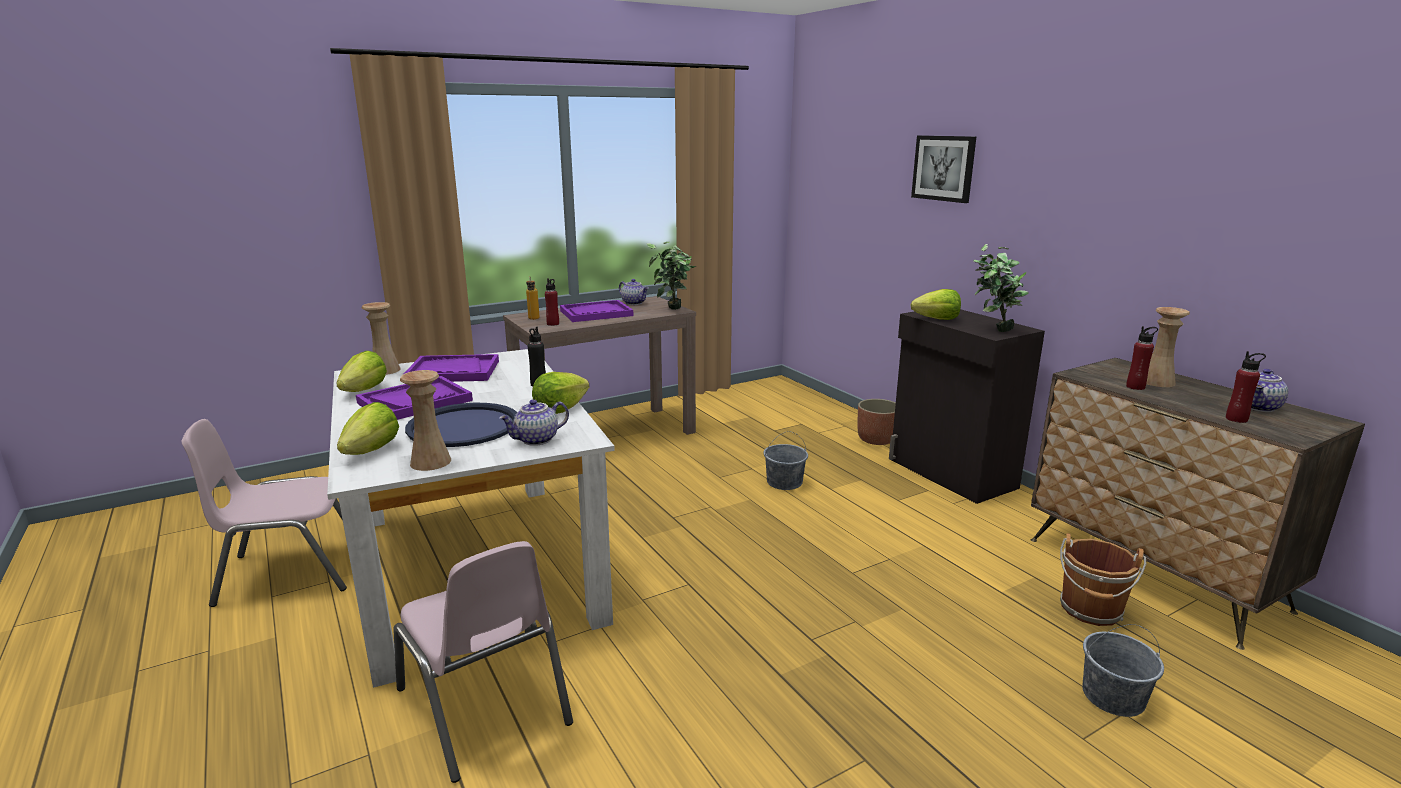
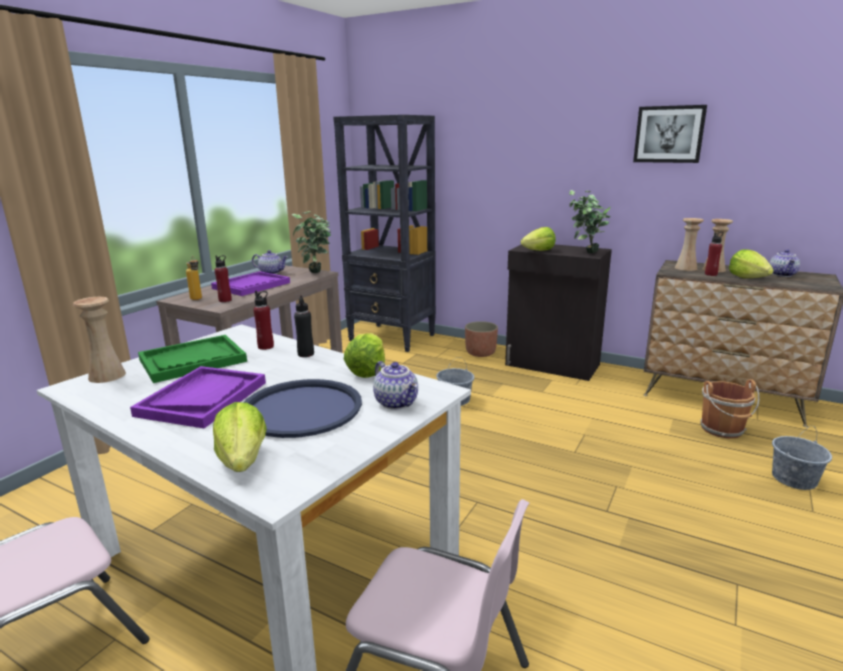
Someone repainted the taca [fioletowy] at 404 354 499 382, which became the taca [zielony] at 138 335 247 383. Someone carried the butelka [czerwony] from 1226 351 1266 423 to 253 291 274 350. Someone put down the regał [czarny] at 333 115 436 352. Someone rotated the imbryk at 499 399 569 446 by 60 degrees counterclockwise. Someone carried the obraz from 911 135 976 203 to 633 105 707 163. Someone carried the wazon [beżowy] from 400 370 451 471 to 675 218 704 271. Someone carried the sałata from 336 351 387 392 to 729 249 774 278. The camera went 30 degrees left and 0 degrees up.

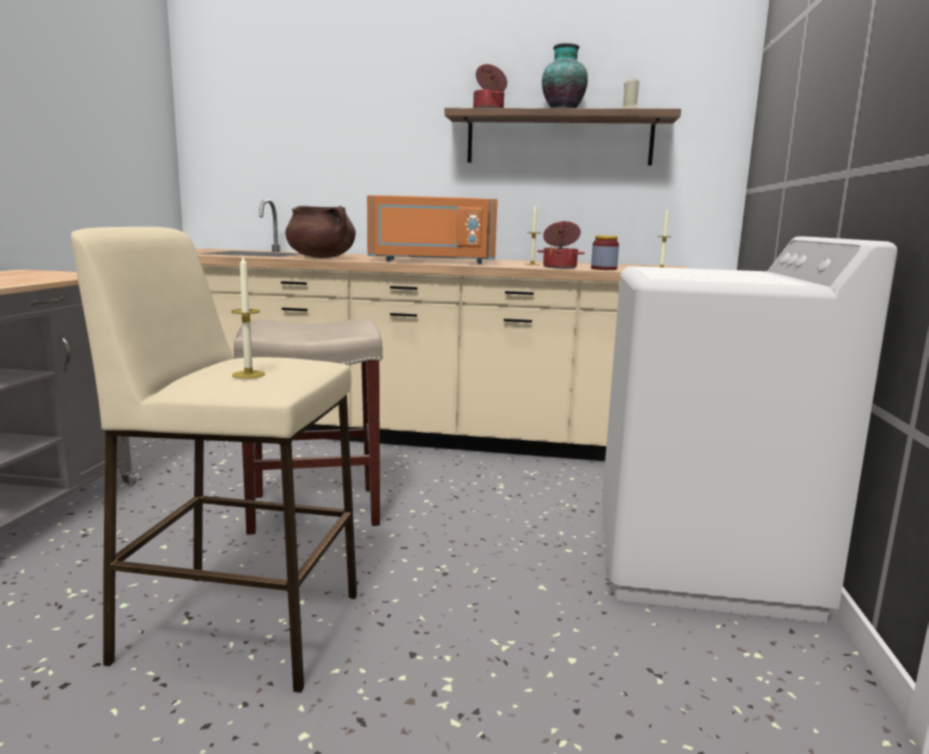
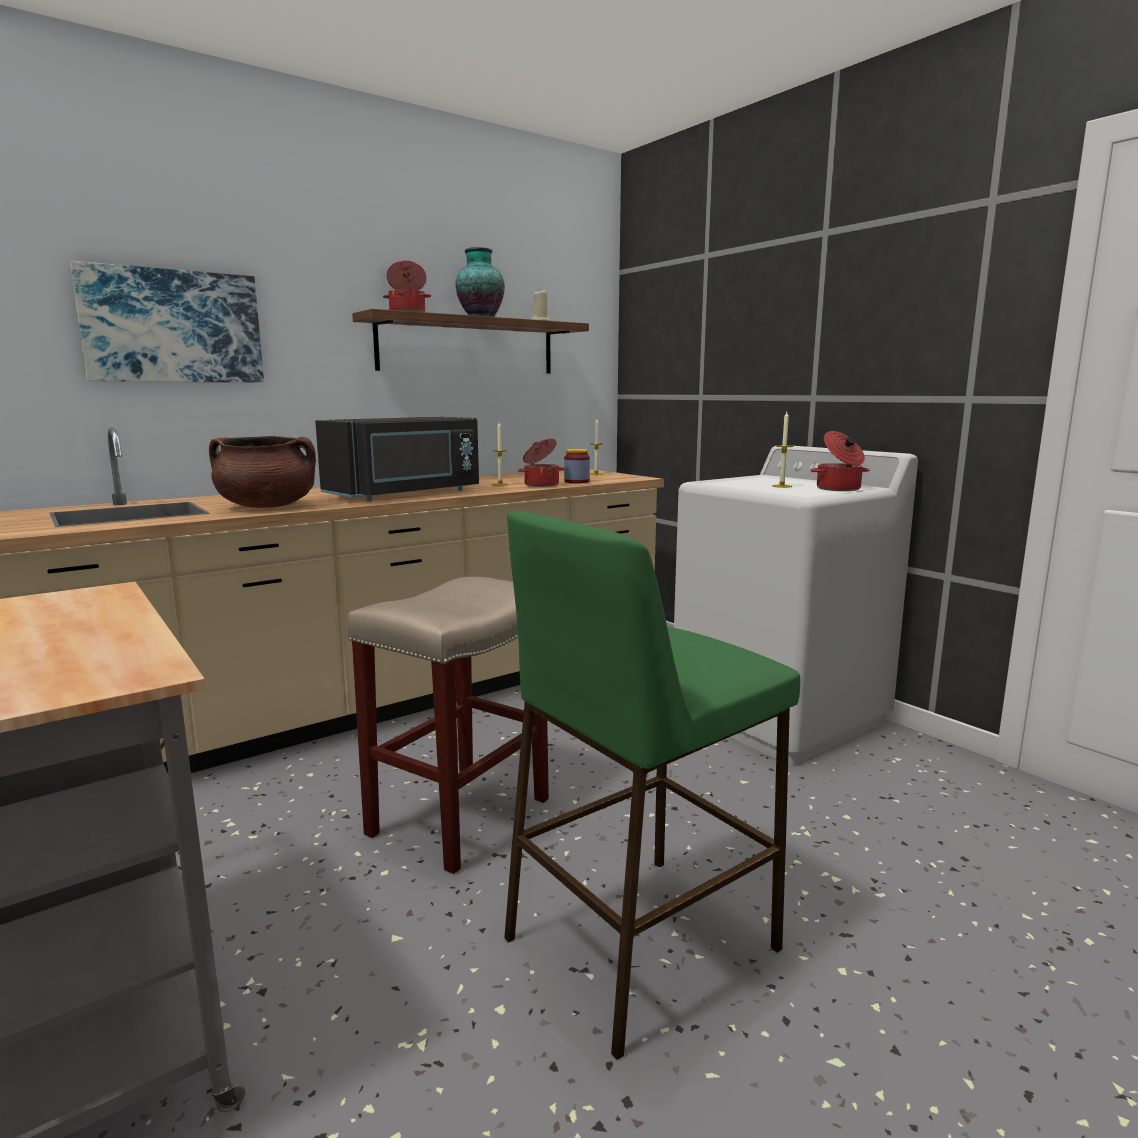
Someone put up the obraz at 70 261 264 383. Someone repainted the mikrofalówka [pomarańczowy] at 367 195 497 264, which became the mikrofalówka [czarny] at 315 417 479 501. Someone repainted the stołek [beżowy] at 71 227 357 693, which became the stołek [zielony] at 504 511 800 1060. Someone carried the świeca from 231 257 265 379 to 772 412 793 488. Someone put down the garnek at 811 431 870 491. The camera went 45 degrees left and 0 degrees up.

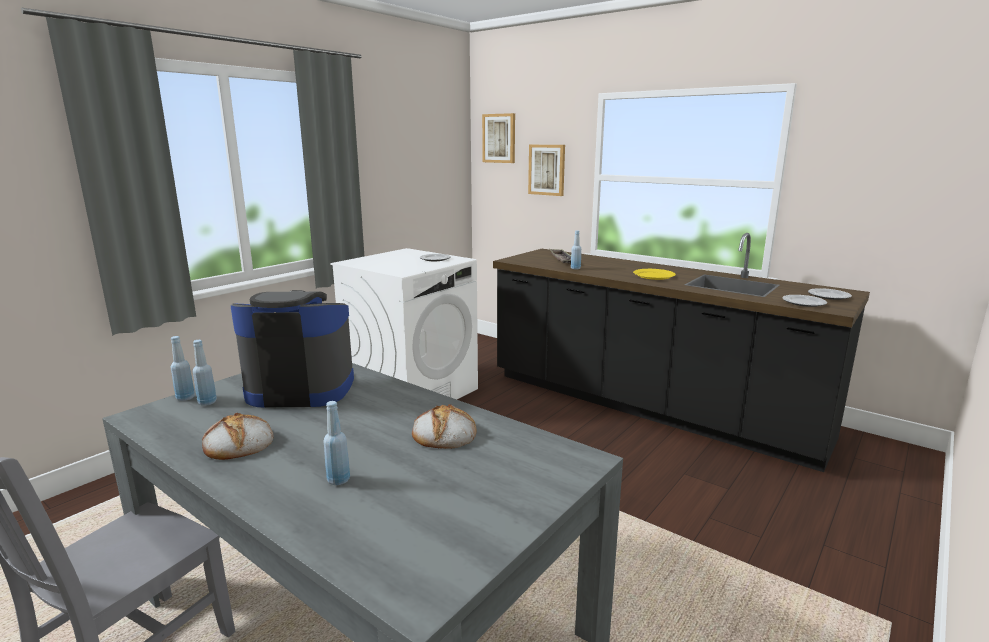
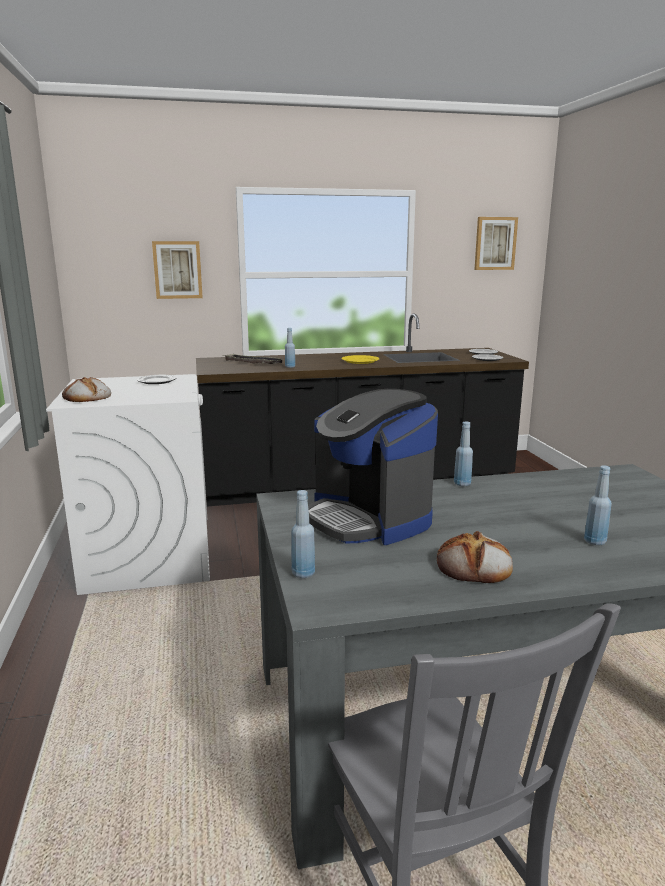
Someone carried the chleb from 412 404 477 449 to 62 377 111 402. Someone rotated the ekspres do kawy at 230 290 354 407 by 75 degrees counterclockwise. Someone carried the butelka [niebieski] from 193 340 217 406 to 454 421 473 486. Someone carried the obraz from 482 113 515 163 to 474 217 518 270. The camera went 50 degrees left and 0 degrees up.

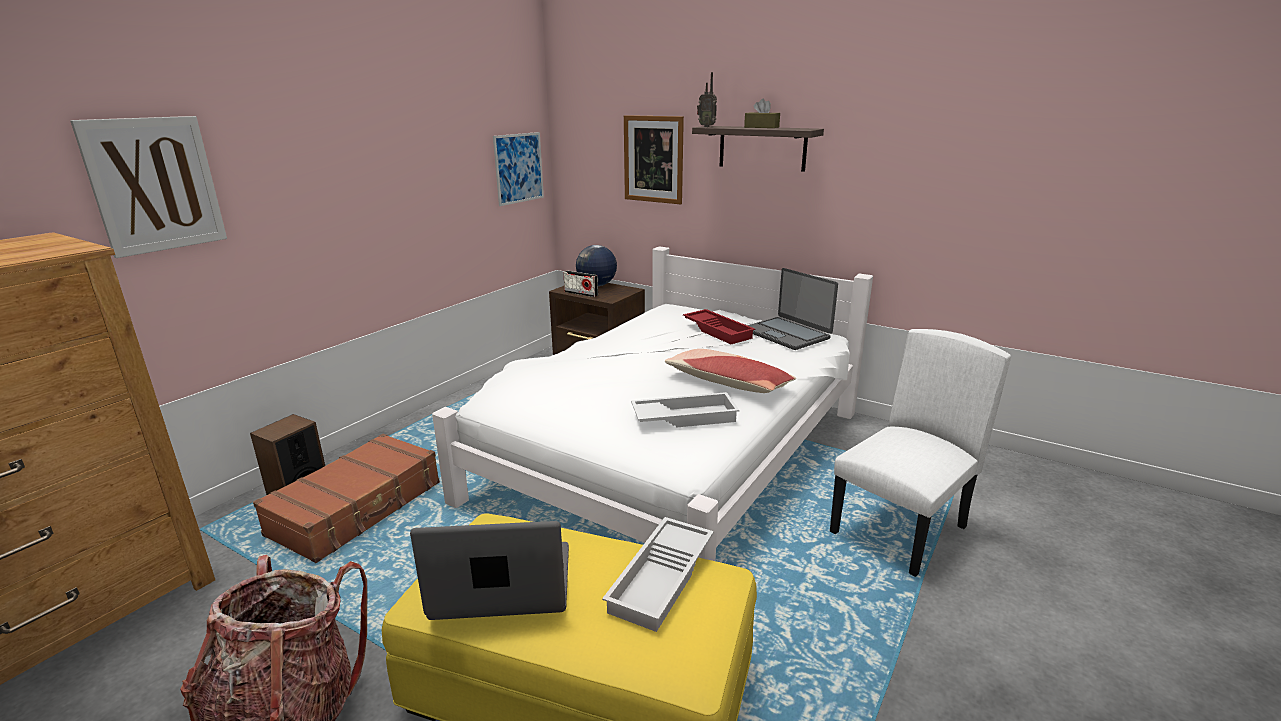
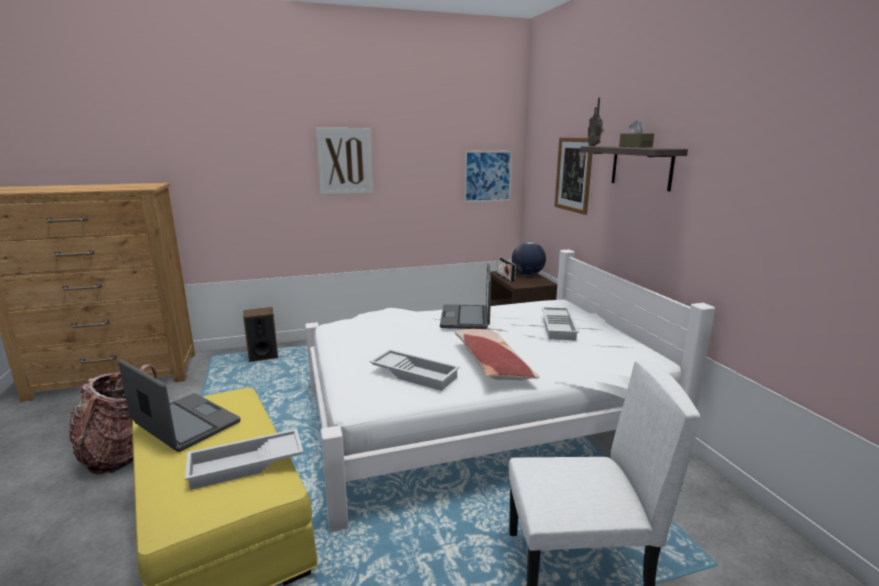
Someone carried the obraz from 70 116 227 258 to 316 128 373 195. Someone carried the laptop from 747 268 838 350 to 440 264 491 329. Someone repainted the taca [czerwony] at 683 309 755 344, which became the taca [biały] at 542 307 579 341. Someone took away the walizka [brązowy] at 253 434 440 563. The camera went 40 degrees right and 5 degrees down.

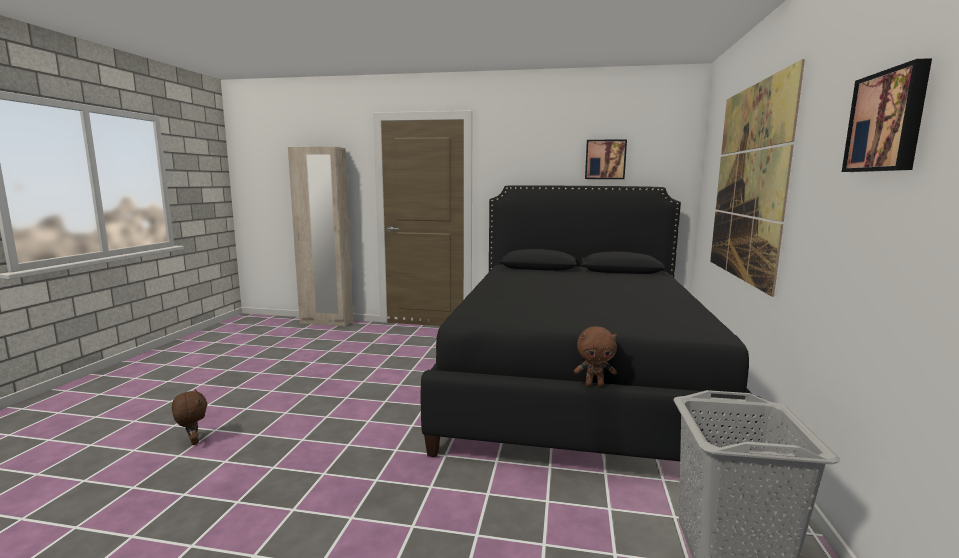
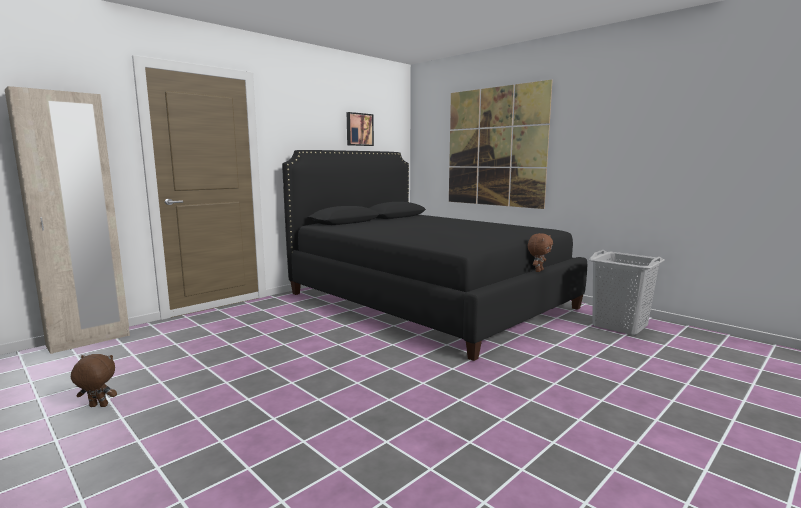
Someone carried the pluszak [brązowy] from 172 389 207 445 to 71 354 117 407. Someone took away the obraz at 842 58 932 172. The camera went 55 degrees left and 0 degrees up.

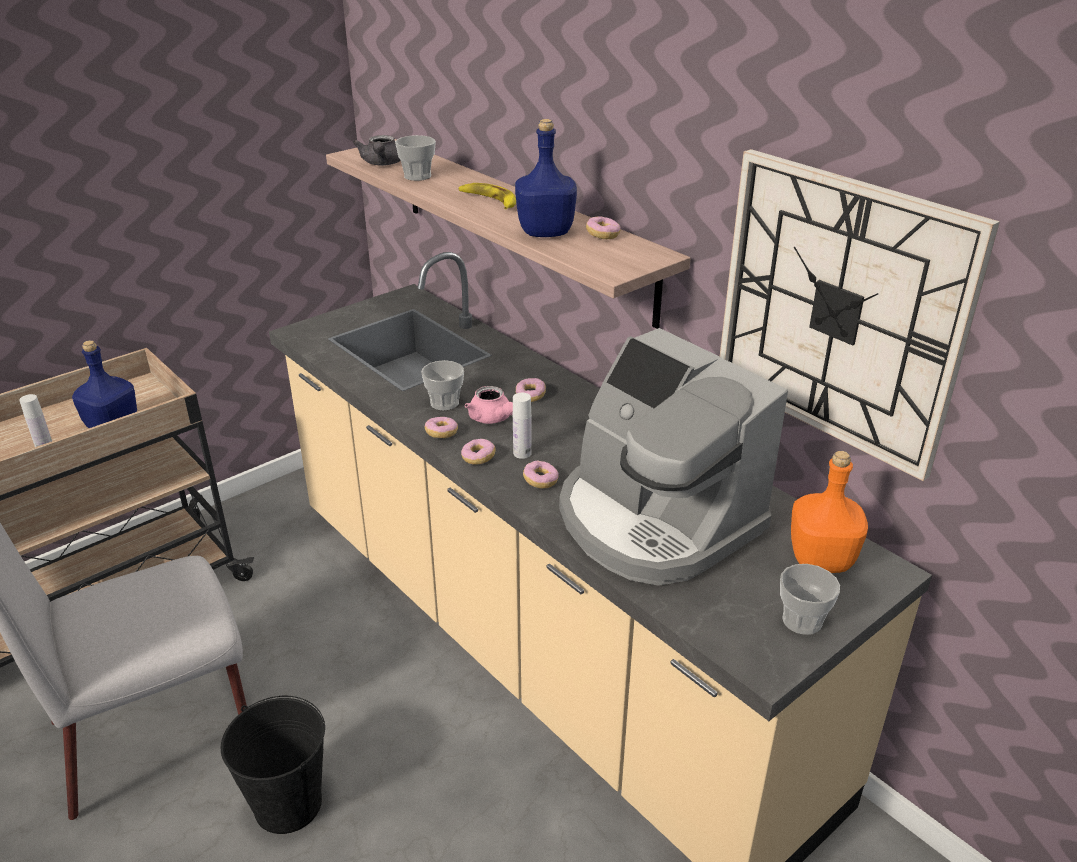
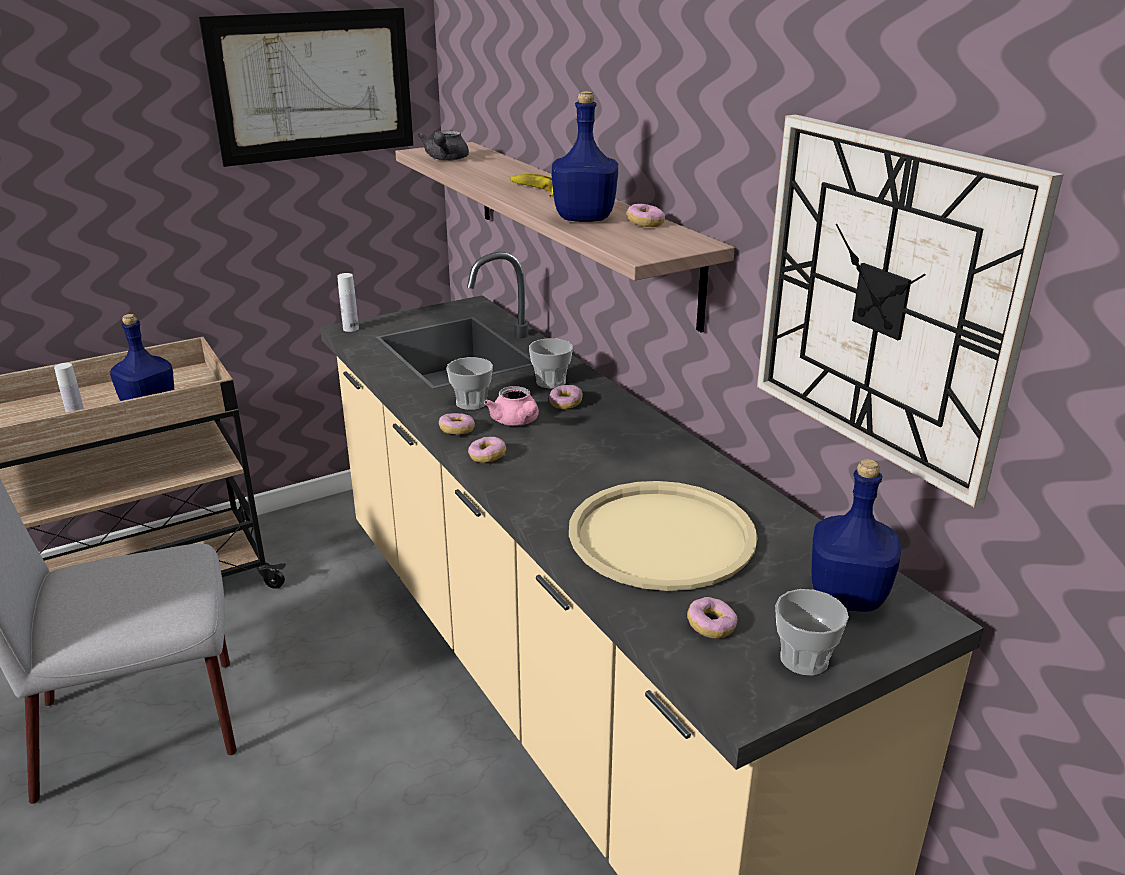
Someone put up the obraz at 199 8 413 167. Someone carried the butelka [biały] from 513 393 532 459 to 337 273 359 332. Someone carried the filiżanka from 395 135 436 181 to 529 338 573 389. Someone swapped the ekspres do kawy at 559 328 788 586 for the taca [beżowy] at 569 481 758 591. Someone carried the donut from 523 461 559 489 to 687 597 737 638. Someone repainted the butelka [pomarańczowy] at 791 451 868 573, which became the butelka [niebieski] at 812 459 901 612. Someone took away the wiadro [czarny] at 221 696 325 834. The camera went 10 degrees right and 5 degrees down.

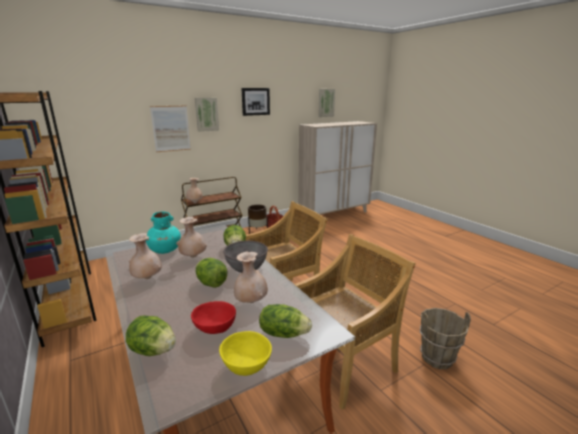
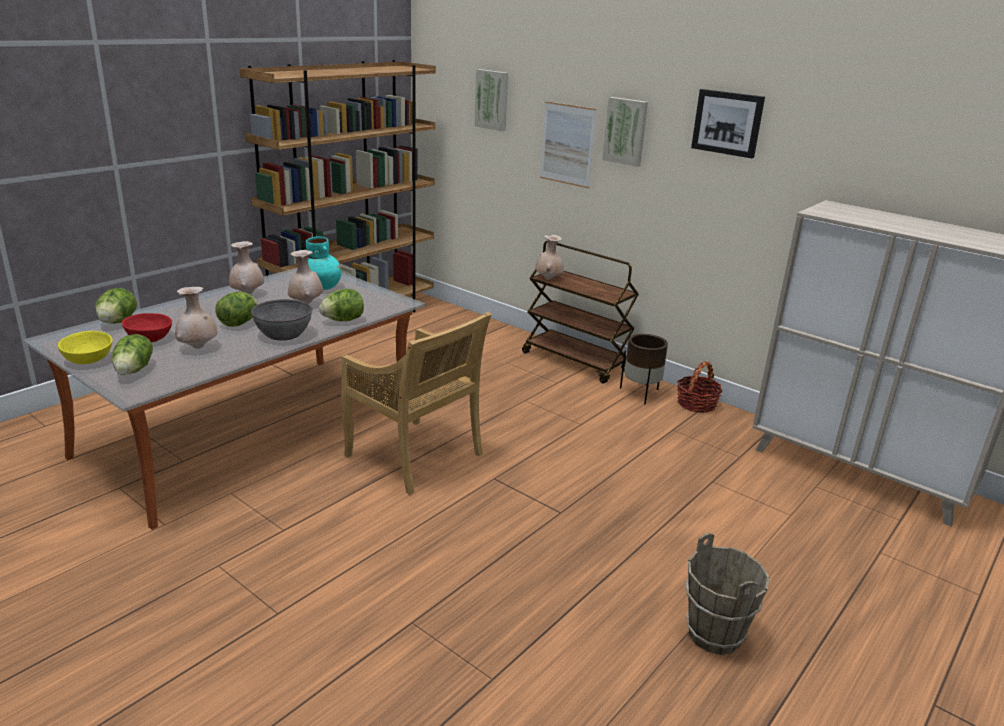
Someone carried the obraz from 318 89 335 117 to 474 69 508 131. Someone carried the wiadro [brązowy] from 420 308 471 369 to 686 533 769 655. Someone took away the krzesło [beżowy] at 295 234 416 410. The camera went 70 degrees right and 5 degrees up.

